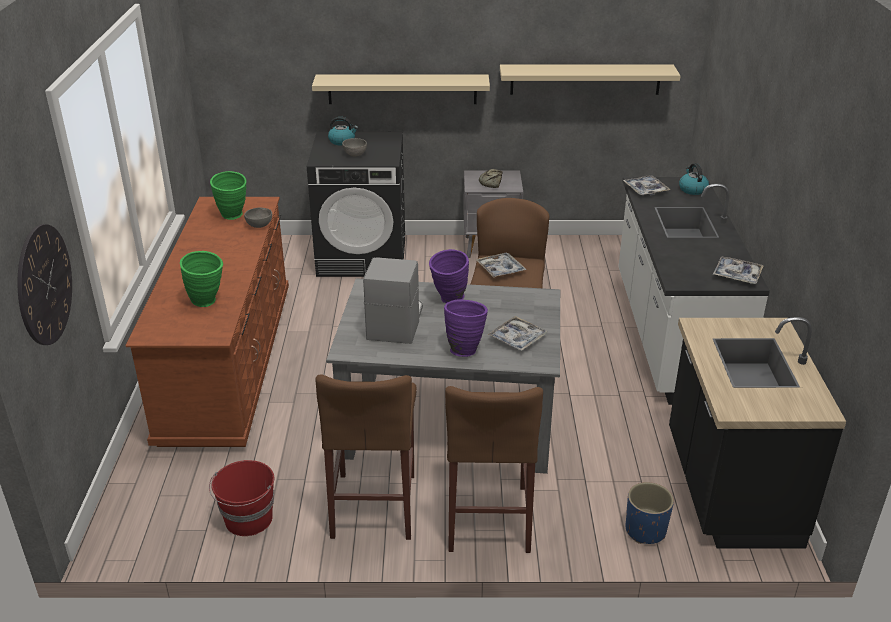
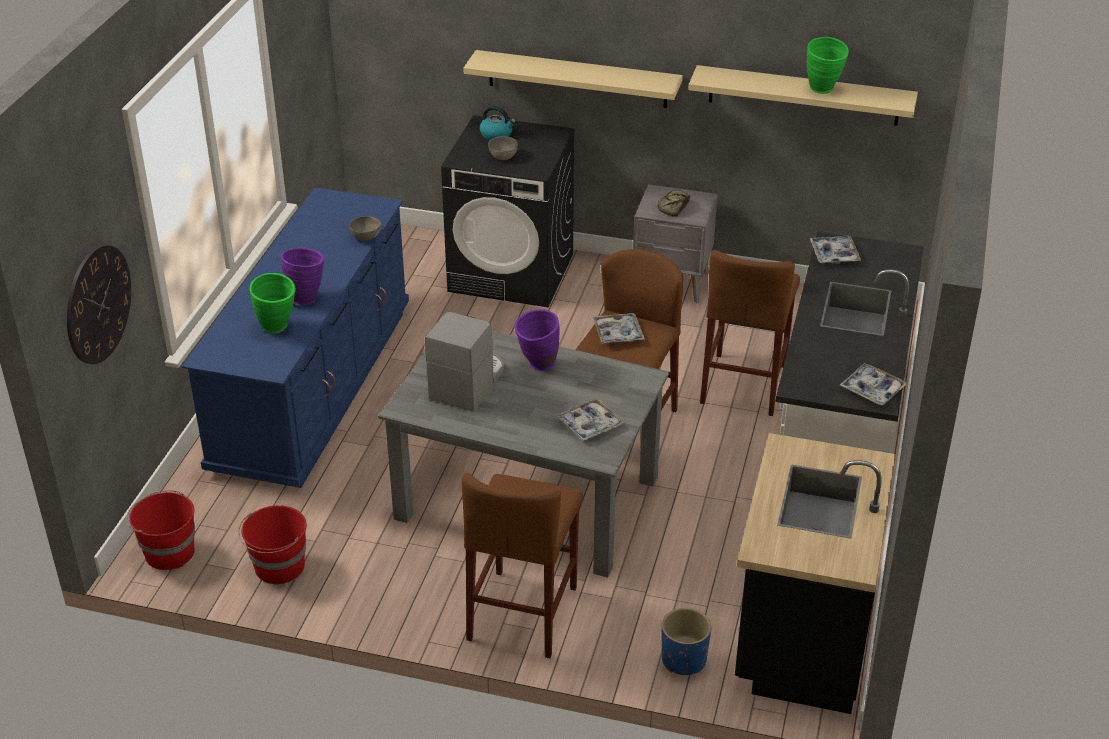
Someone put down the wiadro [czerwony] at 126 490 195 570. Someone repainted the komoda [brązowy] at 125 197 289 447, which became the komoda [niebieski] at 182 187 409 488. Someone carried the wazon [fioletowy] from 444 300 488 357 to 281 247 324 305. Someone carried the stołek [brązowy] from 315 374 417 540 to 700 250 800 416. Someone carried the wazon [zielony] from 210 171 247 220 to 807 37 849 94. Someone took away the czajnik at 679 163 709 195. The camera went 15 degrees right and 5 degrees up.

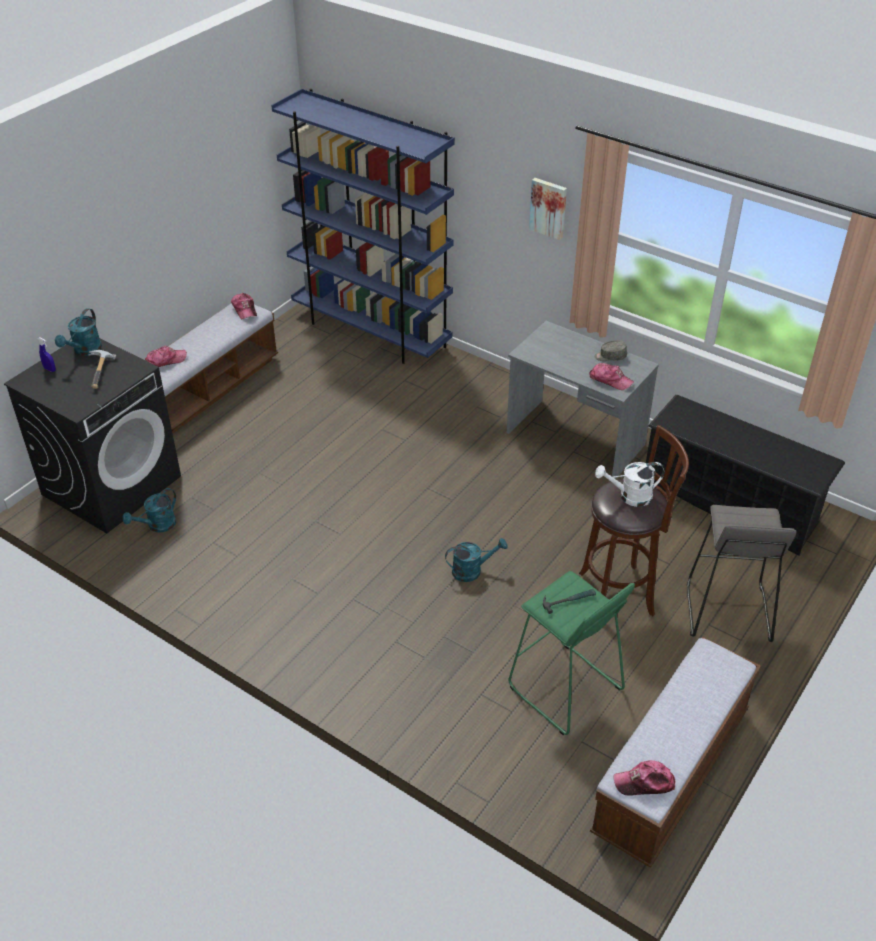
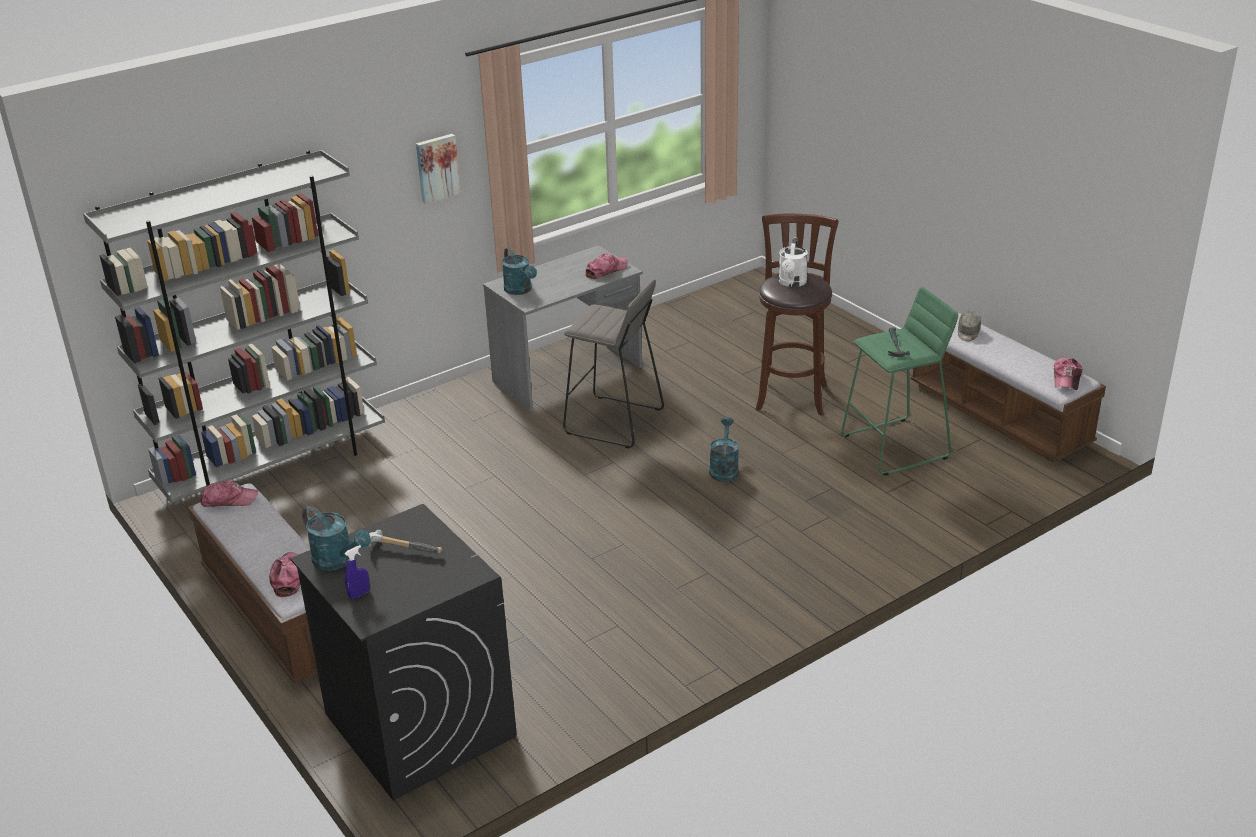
Someone repainted the regał [niebieski] at 271 89 455 364, which became the regał [szary] at 83 150 385 503. Someone carried the konewka [turkusowy] from 123 488 176 532 to 502 248 537 295. Someone carried the stołek [szary] from 687 505 797 642 to 563 279 664 449. Someone carried the czapka z daszkiem [szary] from 594 340 627 361 to 958 311 981 341. Someone took away the regał na buty [czarny] at 646 395 845 556. The camera went 70 degrees left and 10 degrees down.

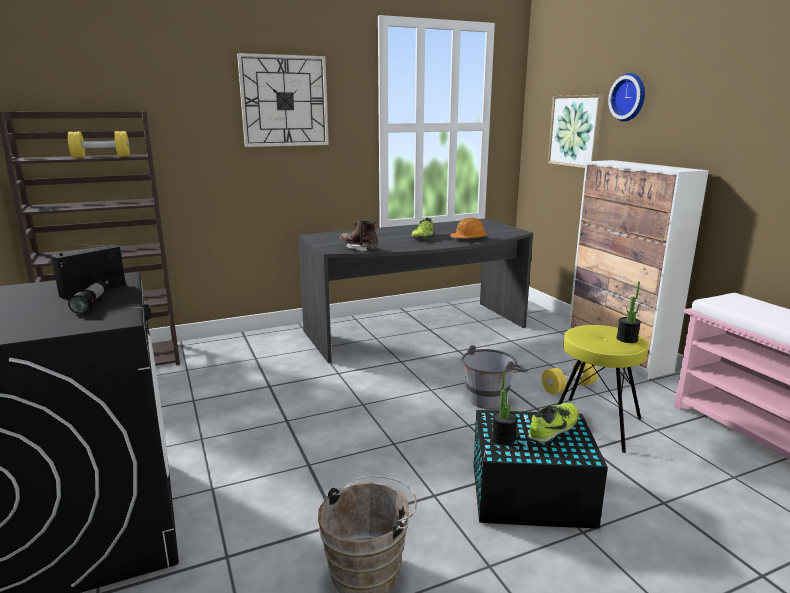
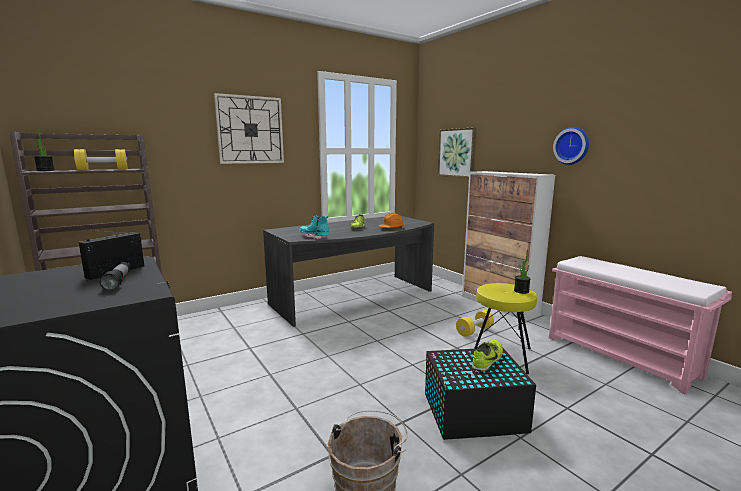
Someone carried the roślina doniczkowa from 492 371 518 445 to 34 127 55 171. Someone repainted the but z cholewką [brązowy] at 340 220 377 252, which became the but z cholewką [turkusowy] at 299 216 329 239. Someone carried the zegar ścienny from 608 73 645 121 to 553 127 589 165. Someone took away the wiadro [szary] at 461 345 528 409. The camera went 10 degrees left and 5 degrees down.

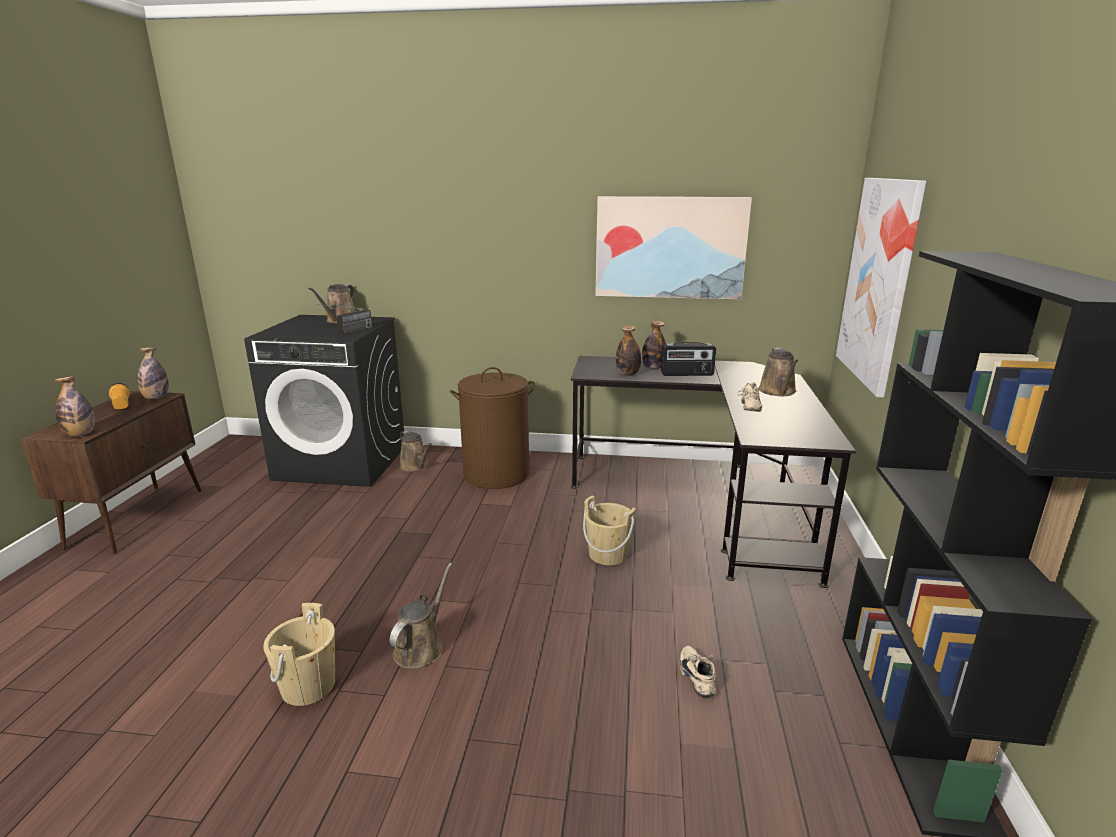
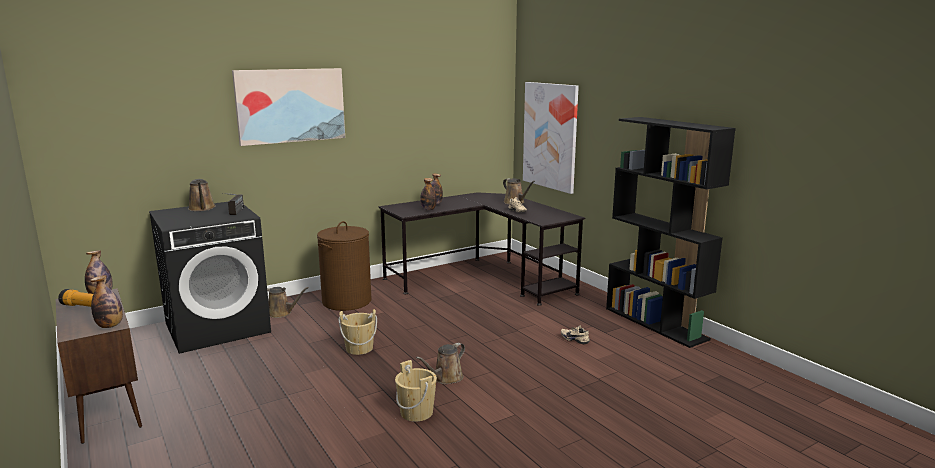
Someone carried the obraz from 595 196 752 300 to 232 68 345 146. Someone carried the wiadro [beżowy] from 583 496 636 565 to 338 309 377 355. Someone rotated the konewka [brązowy] at 390 563 452 669 by 120 degrees counterclockwise. Someone took away the radio at 661 342 716 376. The camera went 40 degrees left and 5 degrees down.

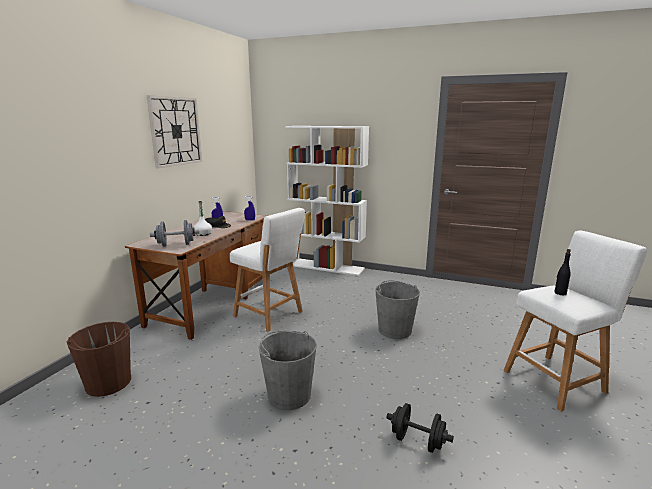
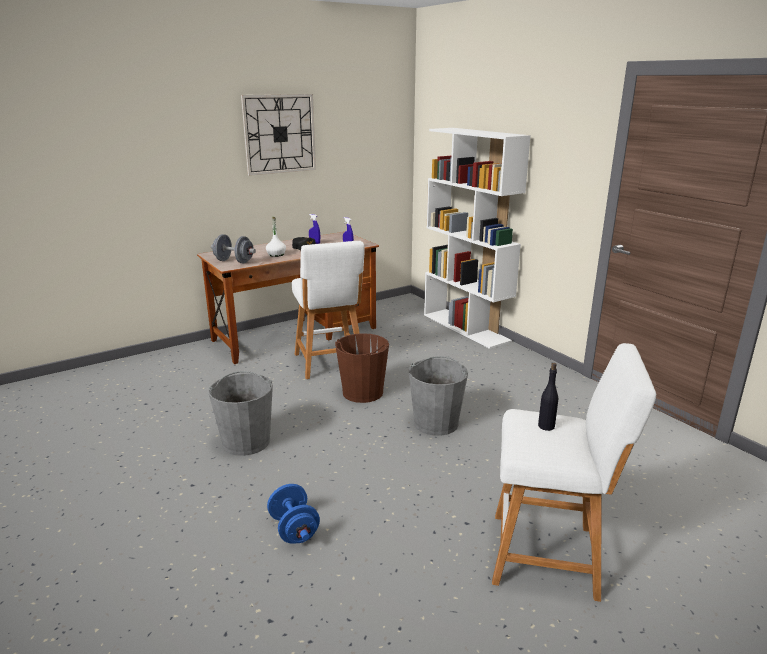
Someone repainted the hantel [czarny] at 386 403 454 453, which became the hantel [niebieski] at 267 484 320 544. Someone carried the wiadro [brązowy] from 67 322 131 397 to 335 333 389 403. The camera went 35 degrees right and 5 degrees up.

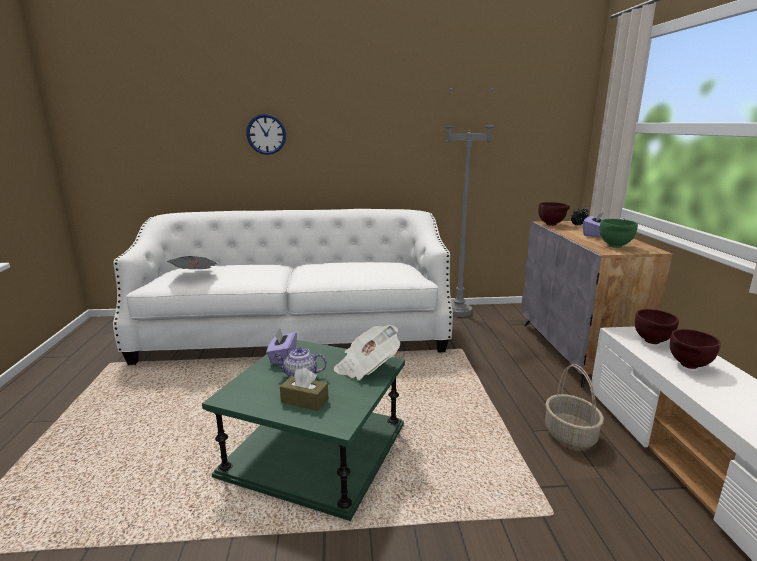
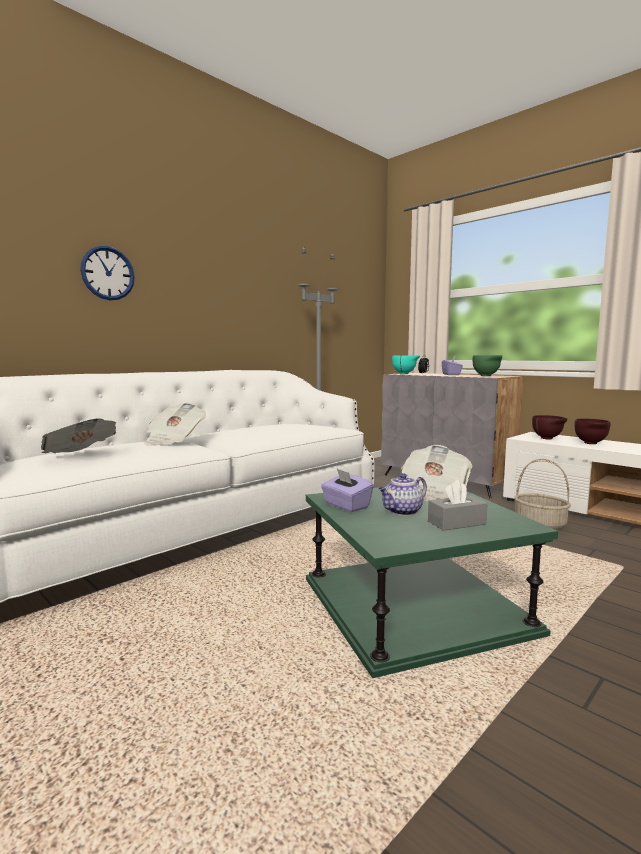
Someone put down the gazeta at 144 403 206 446. Someone repainted the miska [brązowy] at 538 202 570 226, which became the miska [turkusowy] at 392 355 420 374. Someone repainted the pudełko chusteczek [brązowy] at 280 368 328 411, which became the pudełko chusteczek [szary] at 428 480 488 531. The camera went 40 degrees left and 10 degrees down.

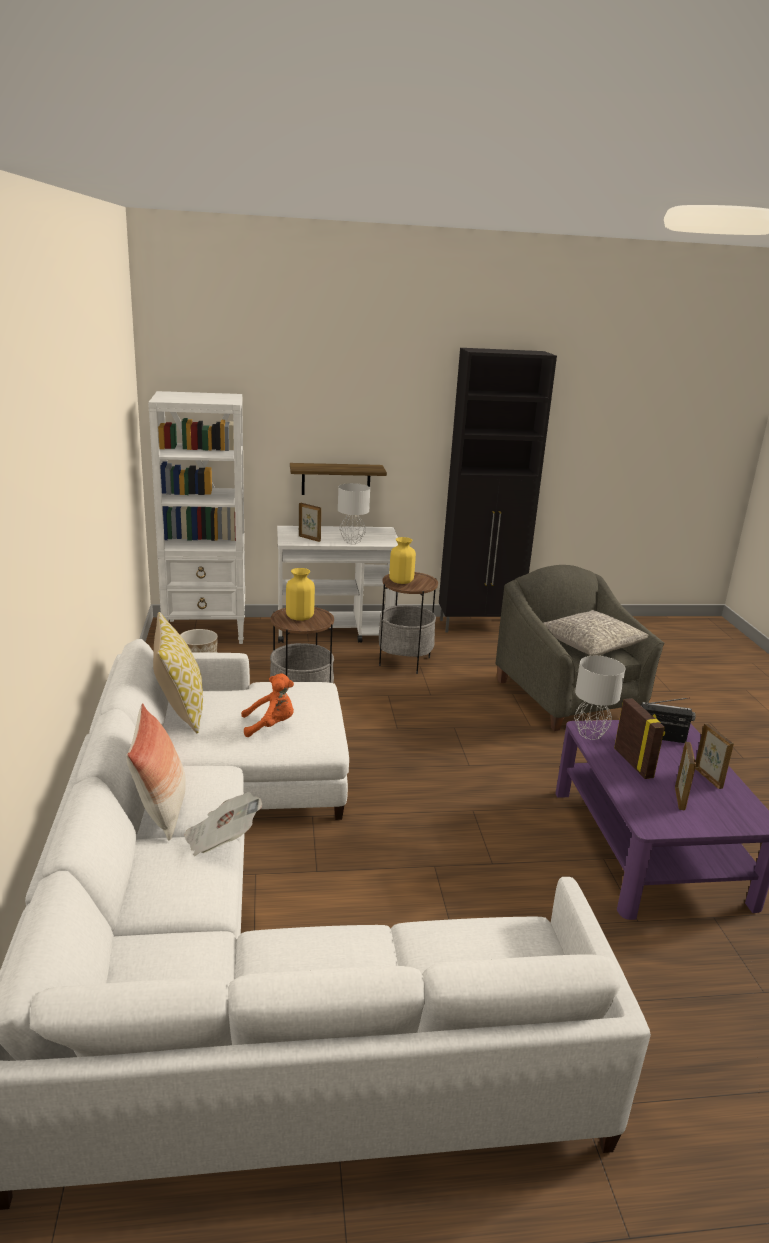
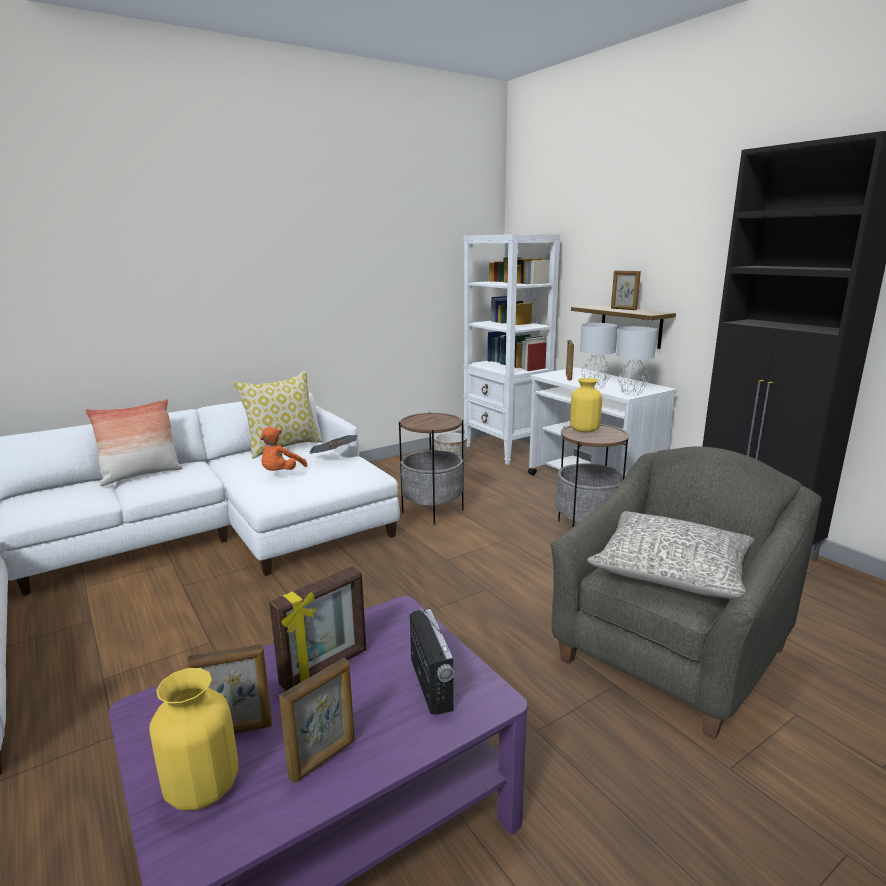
Someone carried the wazon [żółty] from 286 568 315 621 to 149 668 239 810. Someone rotated the pluszak [pomarańczowy] at 241 674 294 737 by 60 degrees clockwise. Someone carried the gazeta from 184 792 262 856 to 309 435 358 454. Someone put down the ramka na zdjęcie at 611 270 641 310. Someone carried the lampa stołowa [szary] from 574 656 625 740 to 616 326 657 395. The camera went 65 degrees right and 5 degrees down.

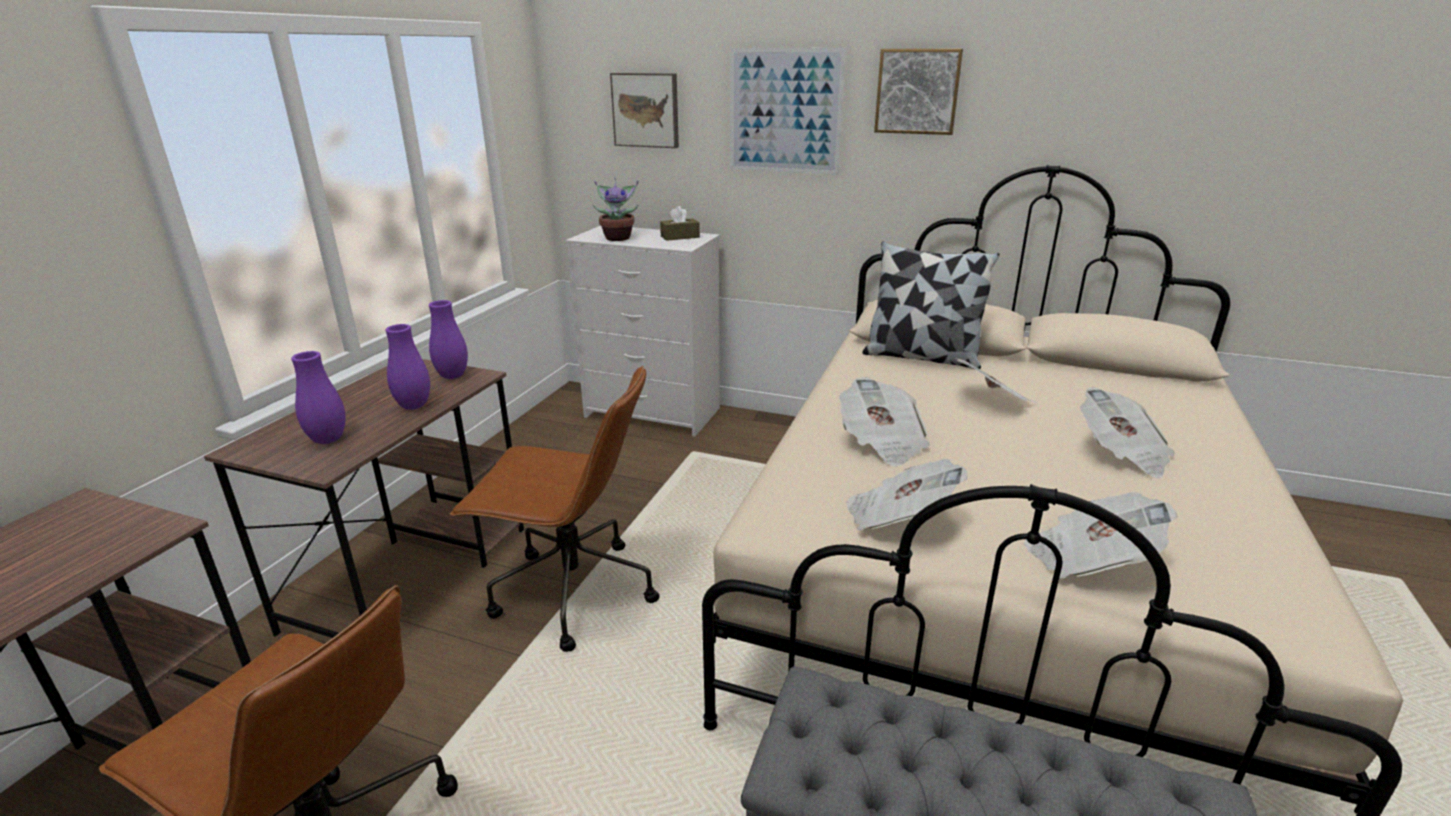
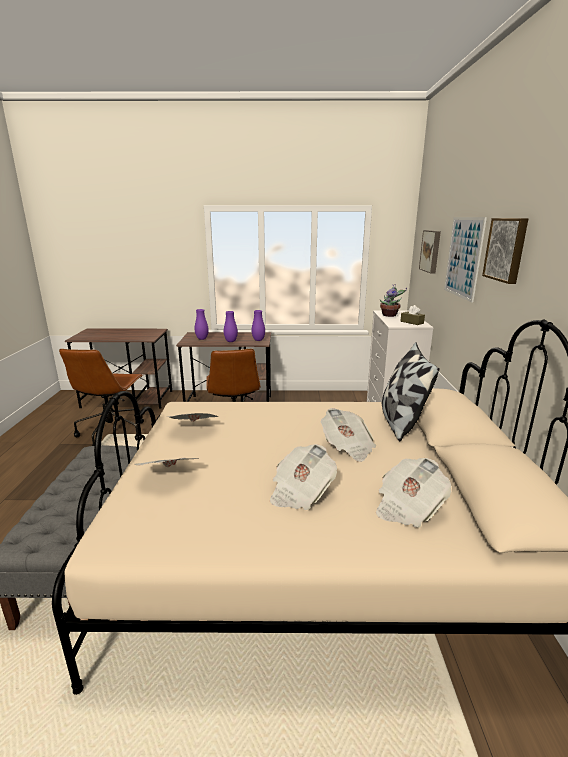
Someone carried the gazeta from 839 377 930 467 to 376 458 451 528. The camera went 70 degrees right and 5 degrees down.

